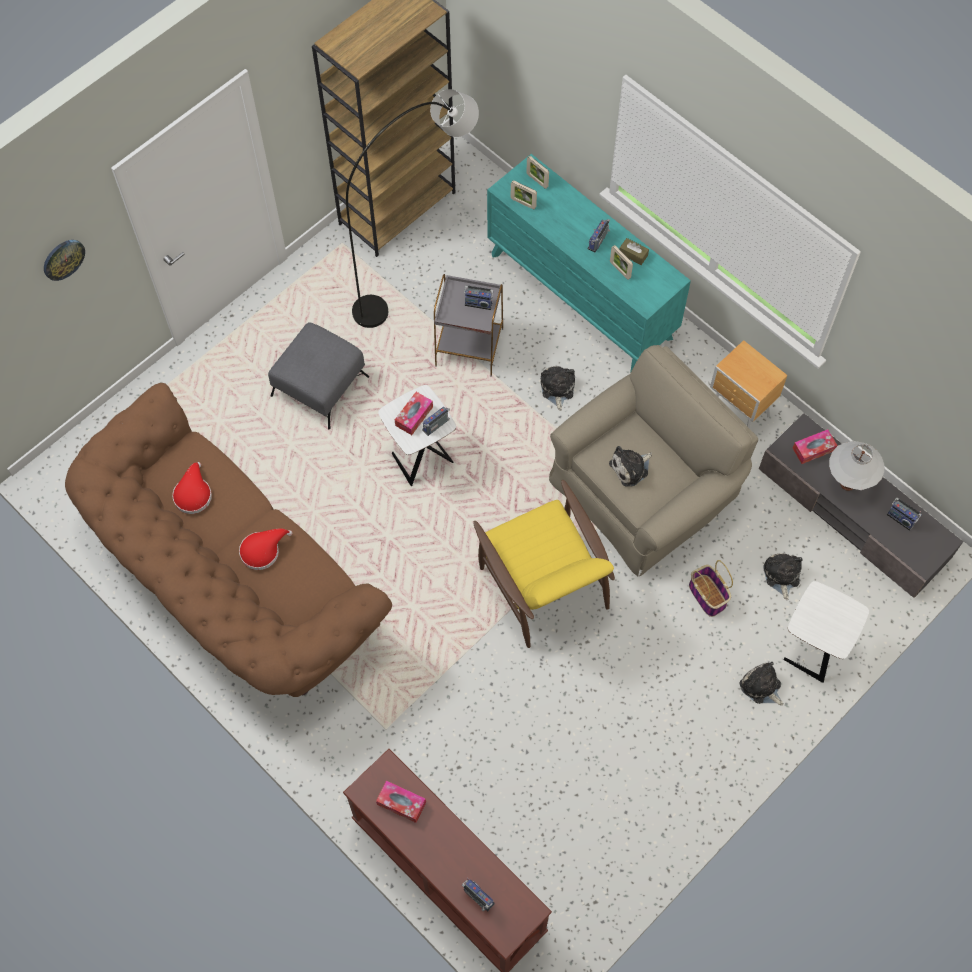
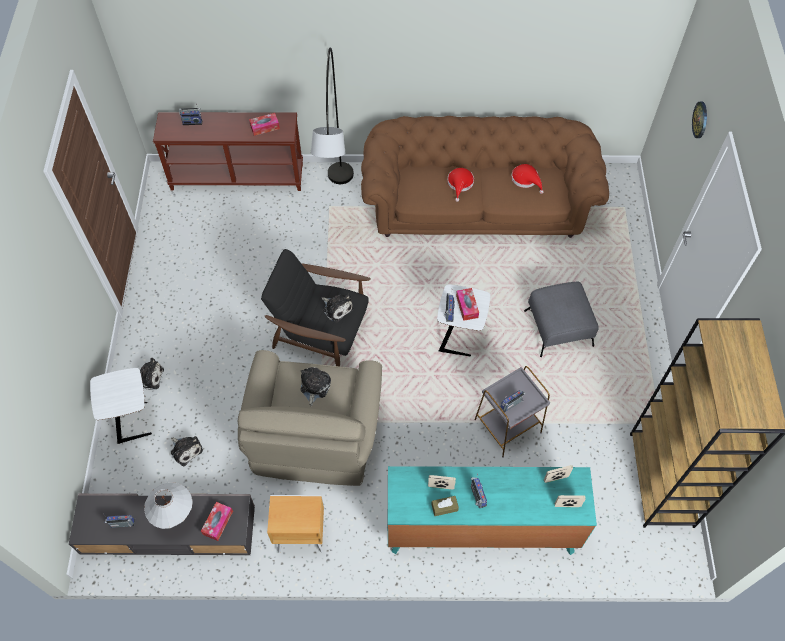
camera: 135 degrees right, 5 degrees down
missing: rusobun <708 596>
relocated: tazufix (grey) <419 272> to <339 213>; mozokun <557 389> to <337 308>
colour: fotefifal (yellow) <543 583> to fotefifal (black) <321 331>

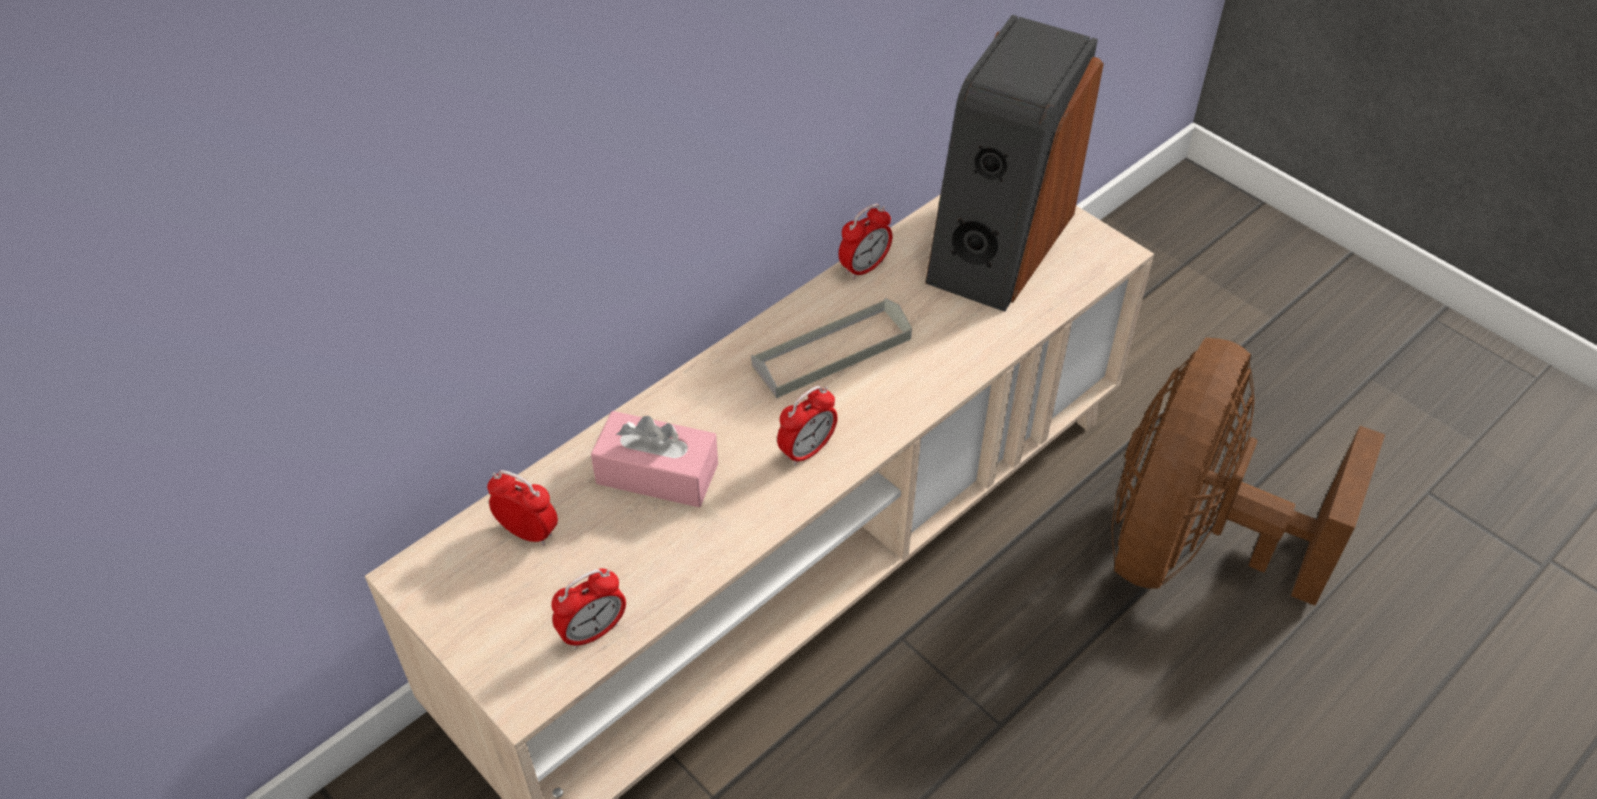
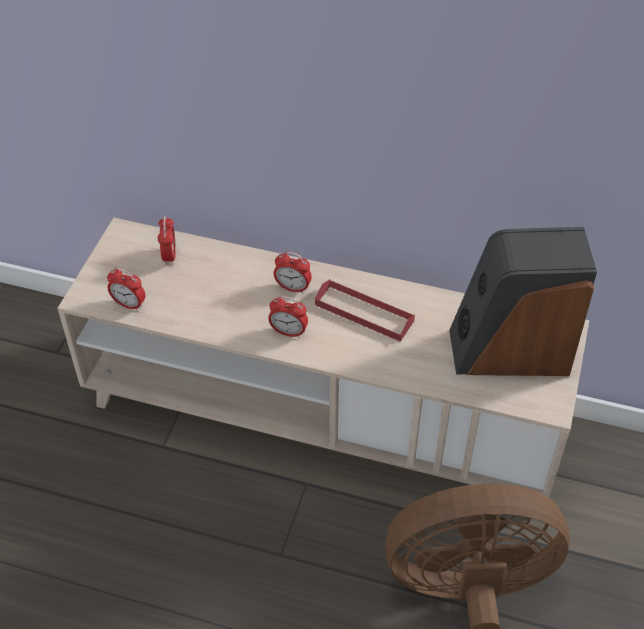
camera: 60 degrees right, 0 degrees up
missing: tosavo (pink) <657 473>
relocated: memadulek <864 268> to <293 288>
colour: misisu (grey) <832 352> to misisu (red) <364 313>

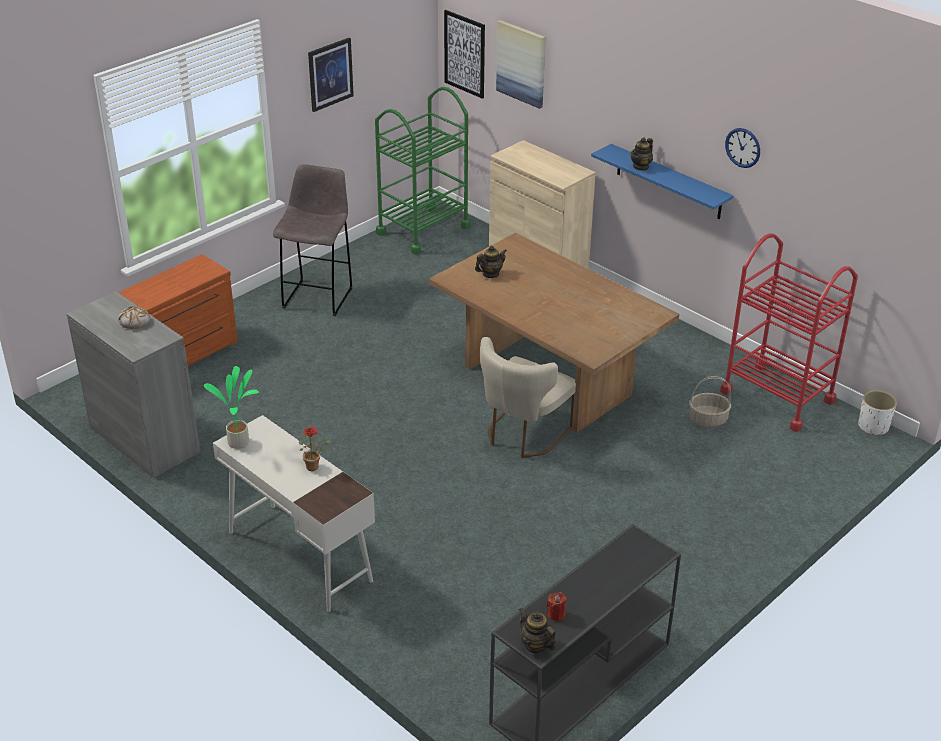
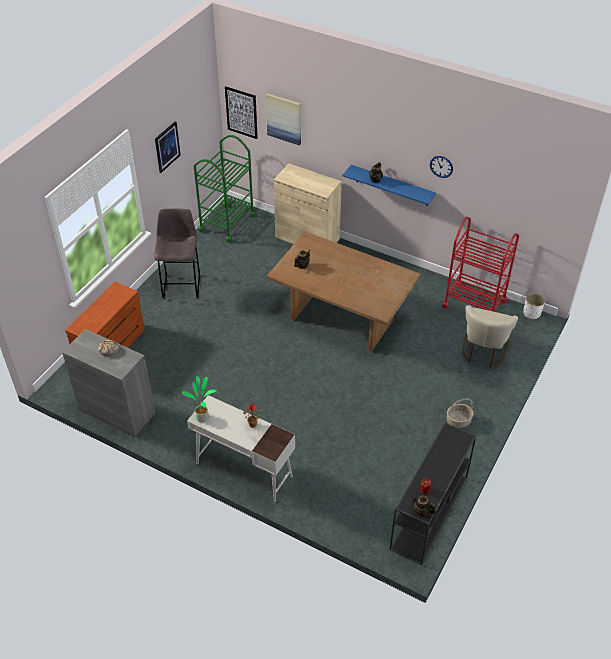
camera: 15 degrees left, 10 degrees up
relocated: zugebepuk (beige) <522 435> to <483 352>; rusobun <708 419> to <458 420>

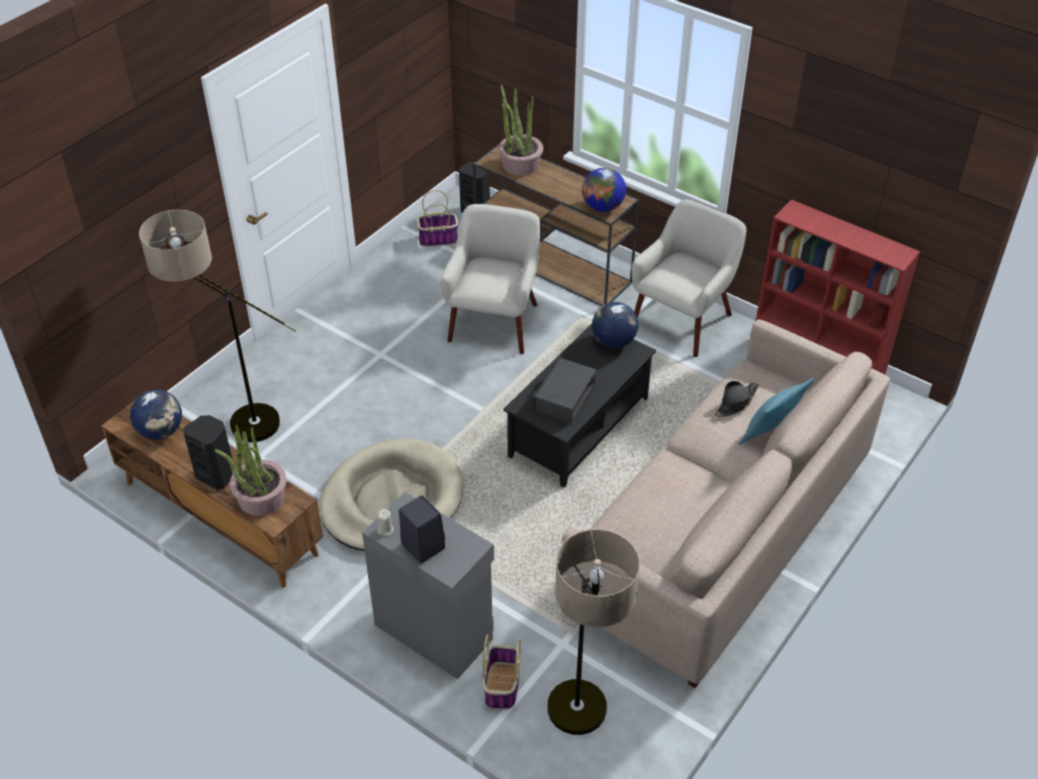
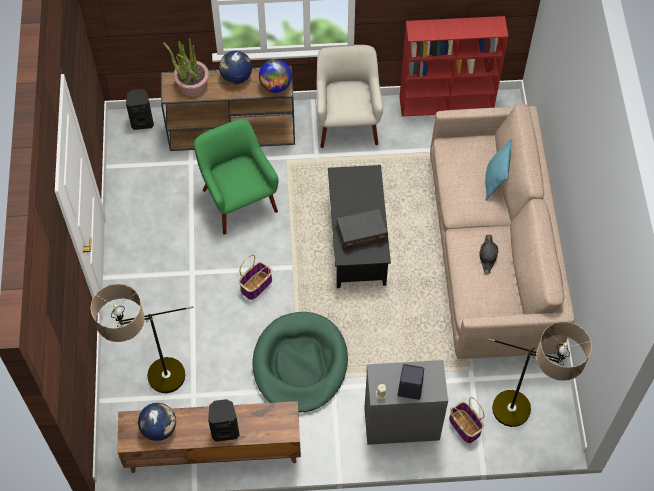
camera: 40 degrees left, 15 degrees up
missing: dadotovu <261 498>
relocated: rusobun <438 239> to <256 285>; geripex <613 341> to <236 77>; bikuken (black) <735 403> to <487 256>
colour: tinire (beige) <392 500> to tinire (green) <300 364>; fotefifal (beige) <495 321> to fotefifal (green) <238 200>
spun: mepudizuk <564 397> = <361 234> 90 degrees counterclockwise

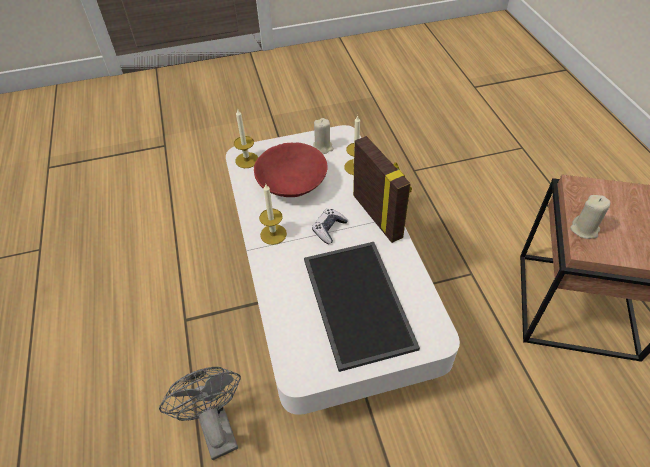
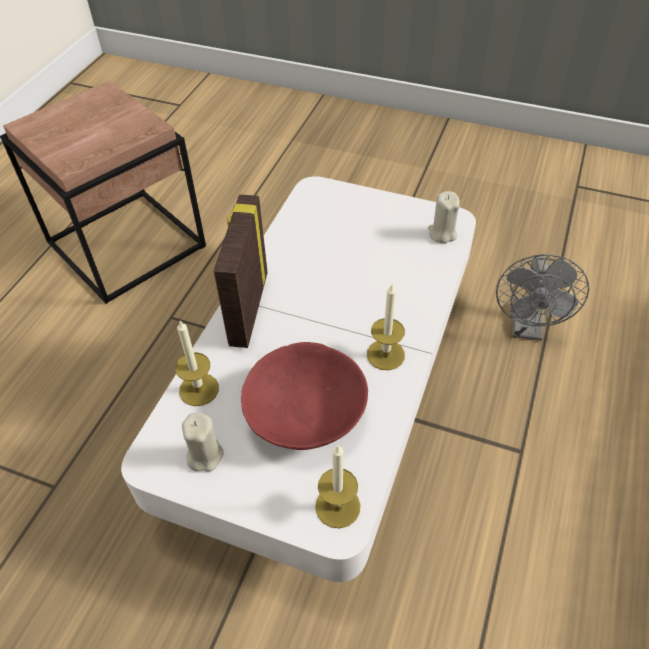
camera: 145 degrees left, 0 degrees up
missing: misisu <355 301>; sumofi <329 229>
relocated: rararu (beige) <584 229> to <442 233>

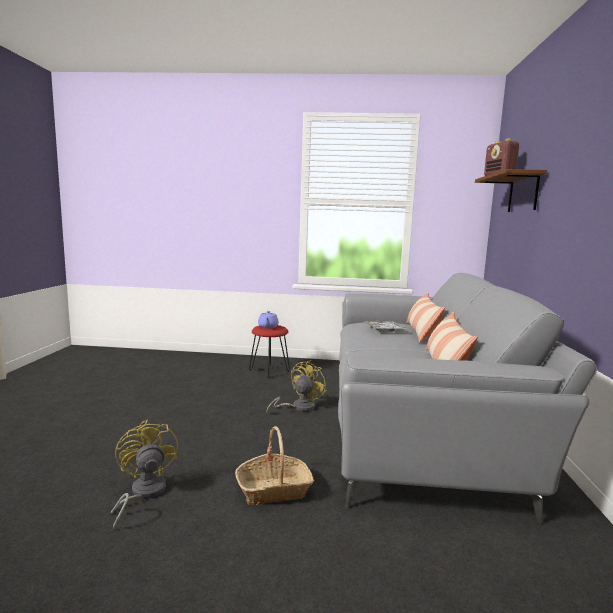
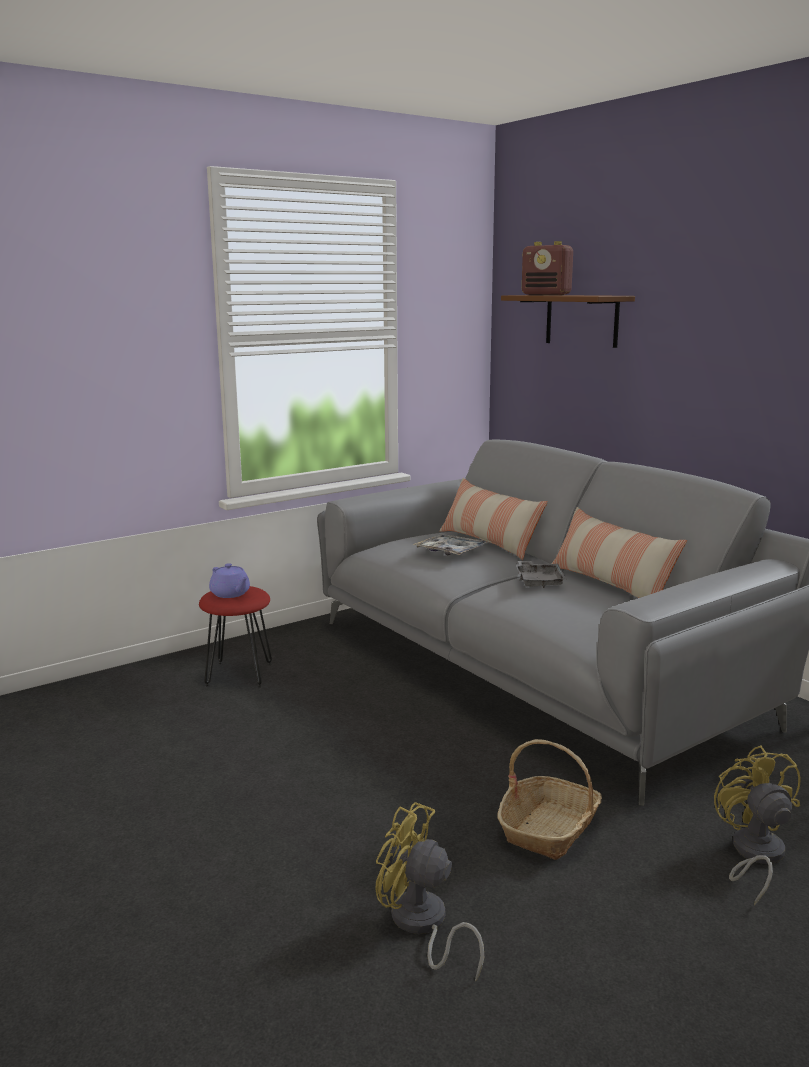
camera: 40 degrees left, 5 degrees up
appeared: misisu (grey) <538 581>
relocated: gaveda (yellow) <298 407> to <753 855>

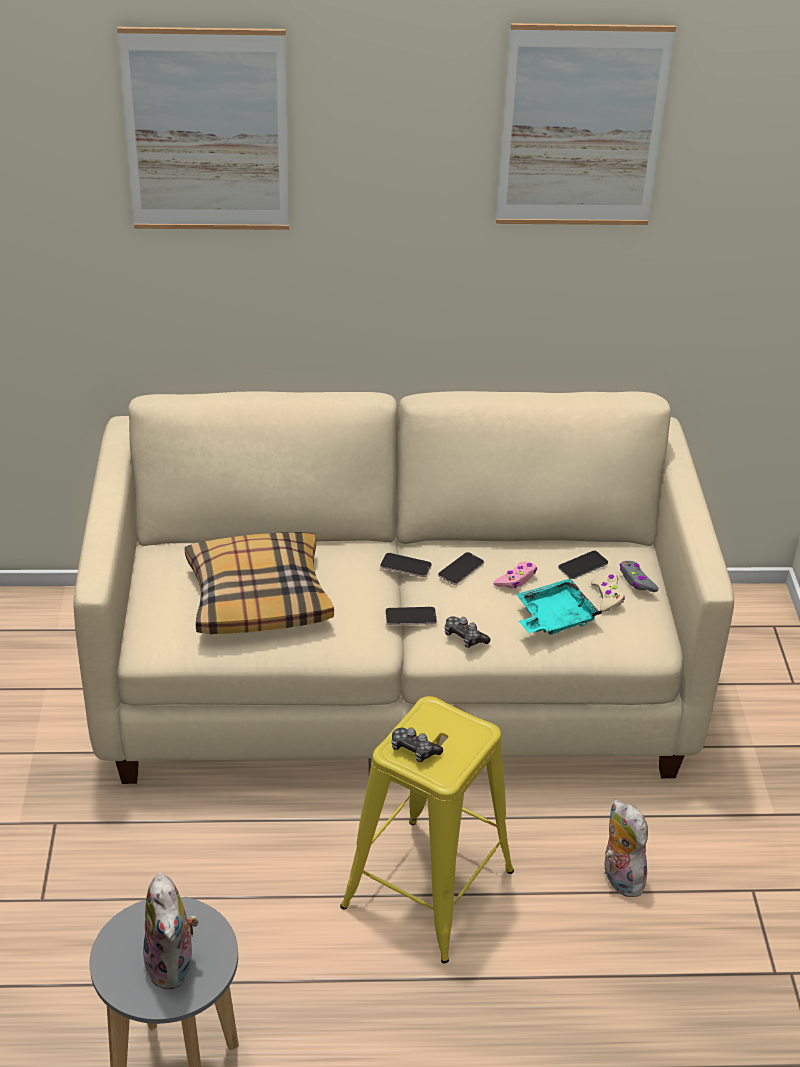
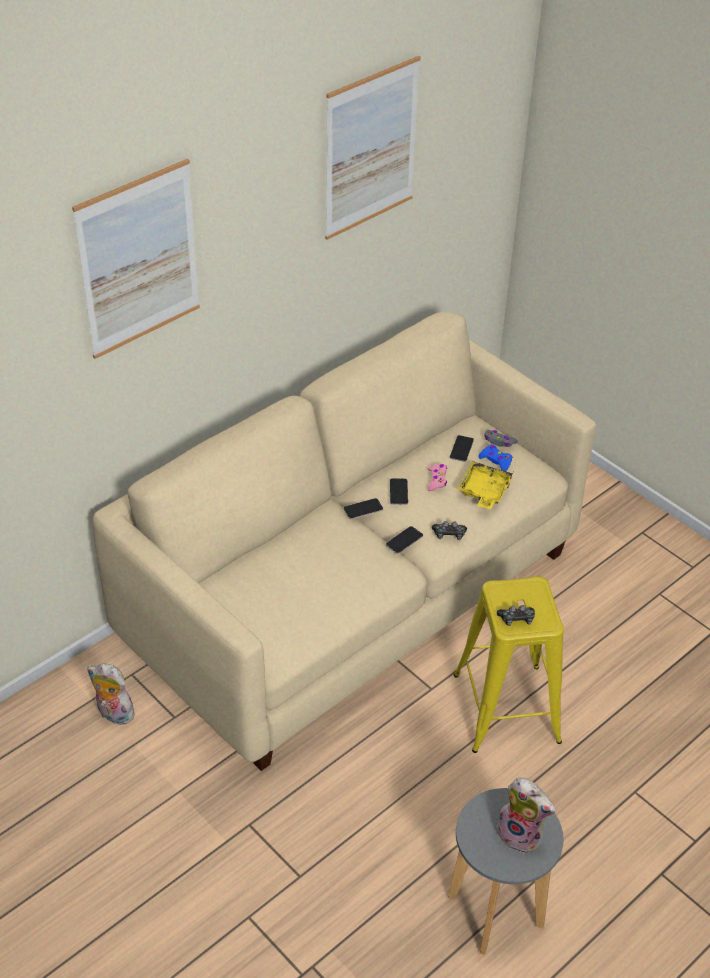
camera: 40 degrees left, 5 degrees up
missing: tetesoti <258 597>
relocated: mozokun <619 877> to <113 714>
colour: misisu (turquoise) <554 618> to misisu (yellow) <484 492>; sumofi (beige) <607 596> to sumofi (blue) <496 461>

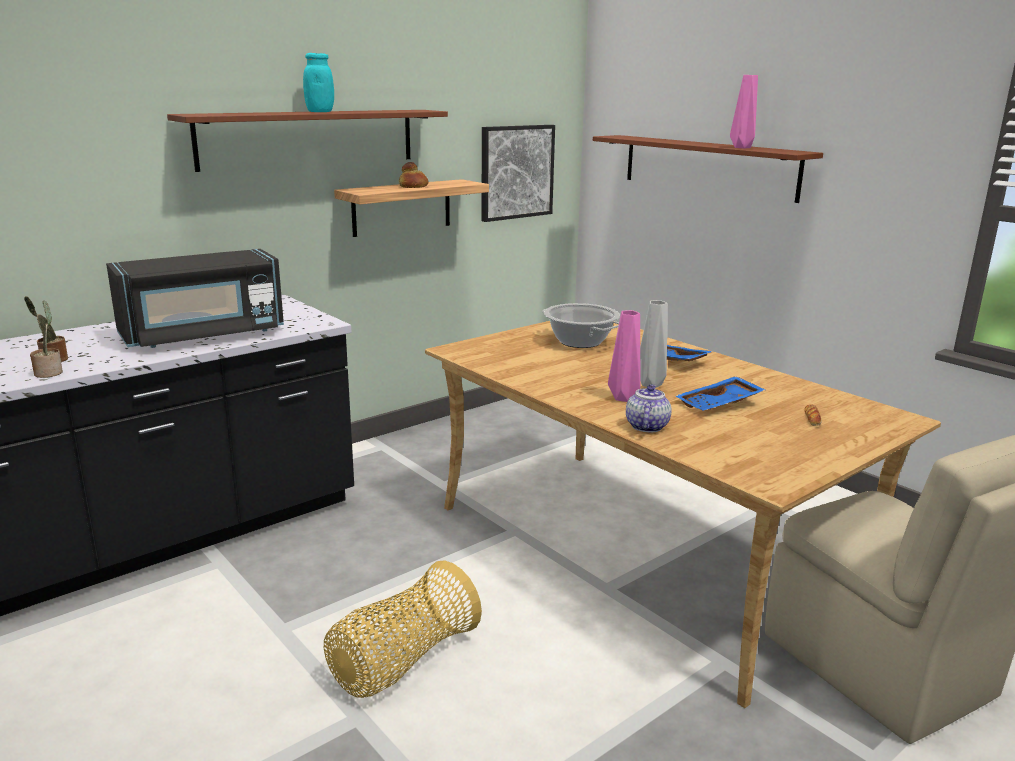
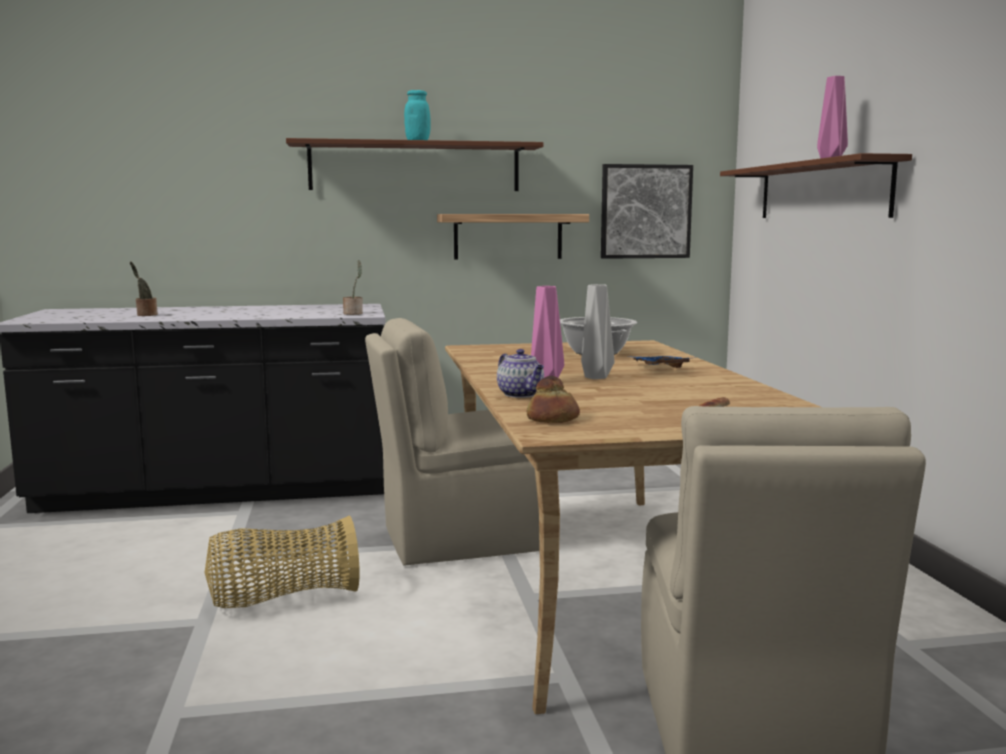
camera: 30 degrees right, 10 degrees down
missing: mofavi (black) <203 335>; misisu (blue) <720 404>
appeared: zugebepuk (beige) <459 539>
relocated: dadotovu <49 372> to <354 313>; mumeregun <413 186> to <553 418>
spun: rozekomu <646 426> = <521 395> 105 degrees clockwise

